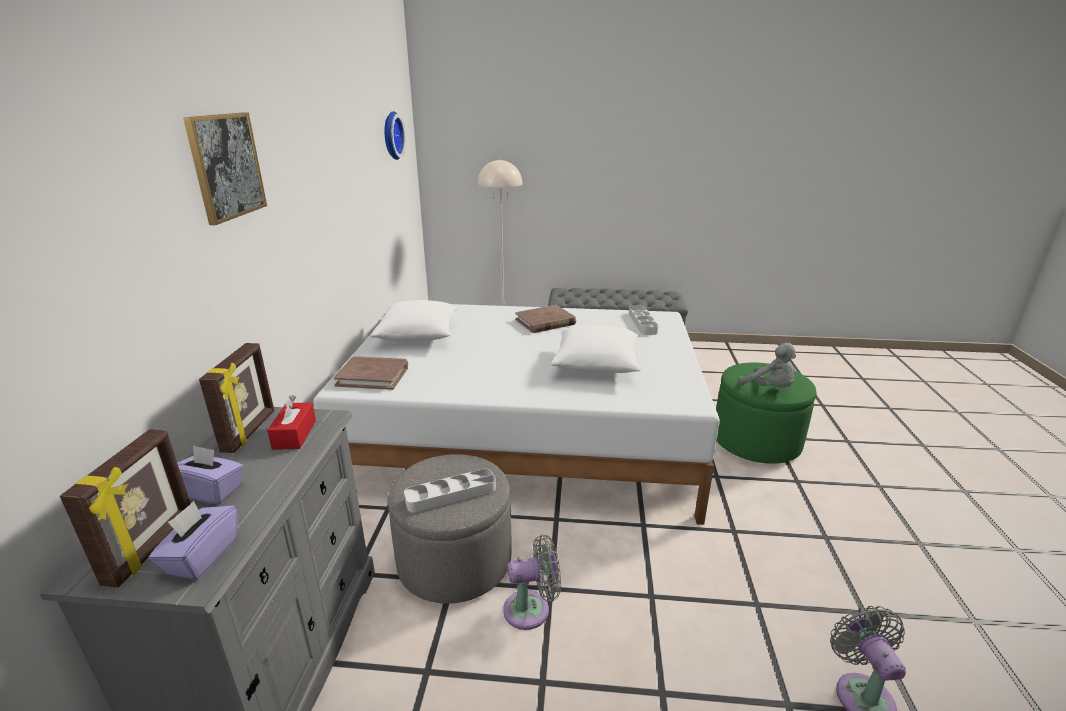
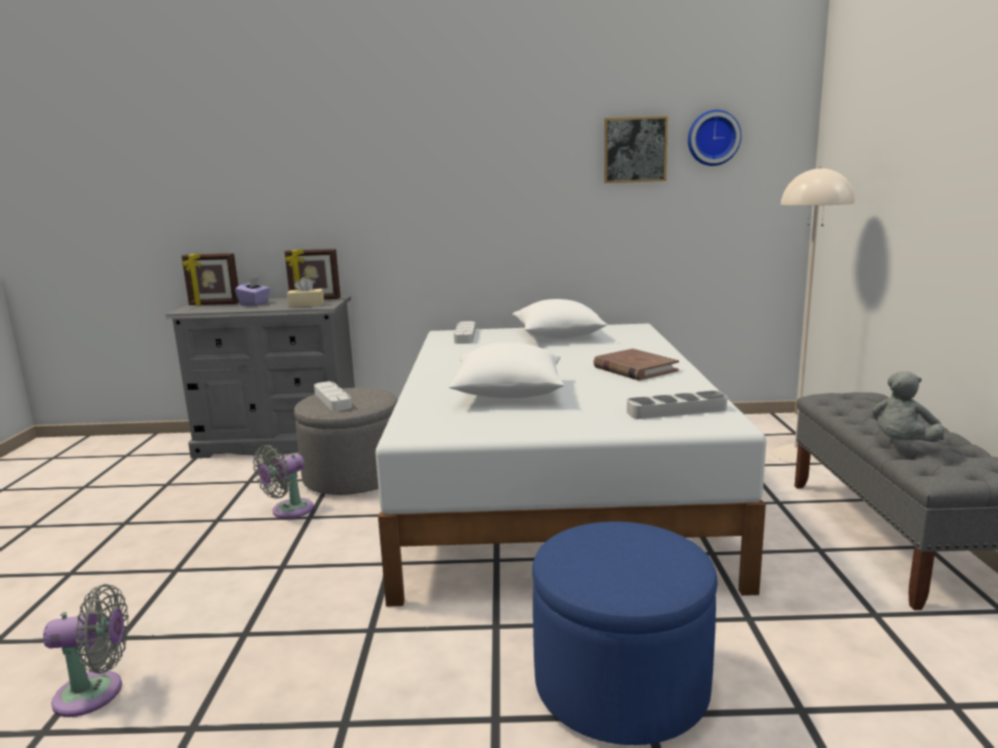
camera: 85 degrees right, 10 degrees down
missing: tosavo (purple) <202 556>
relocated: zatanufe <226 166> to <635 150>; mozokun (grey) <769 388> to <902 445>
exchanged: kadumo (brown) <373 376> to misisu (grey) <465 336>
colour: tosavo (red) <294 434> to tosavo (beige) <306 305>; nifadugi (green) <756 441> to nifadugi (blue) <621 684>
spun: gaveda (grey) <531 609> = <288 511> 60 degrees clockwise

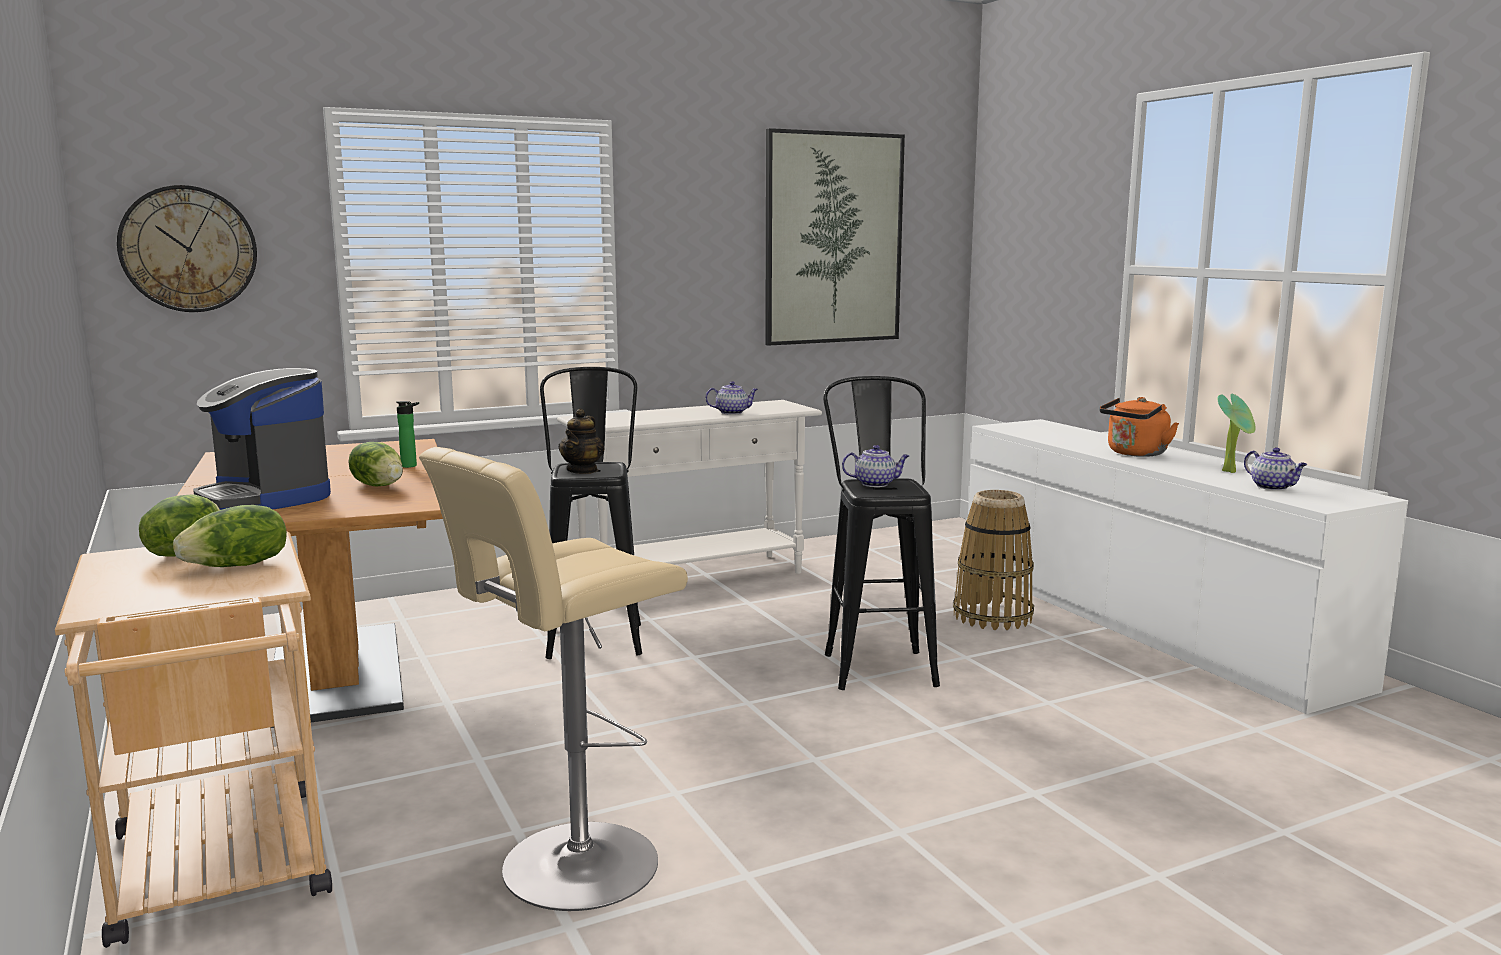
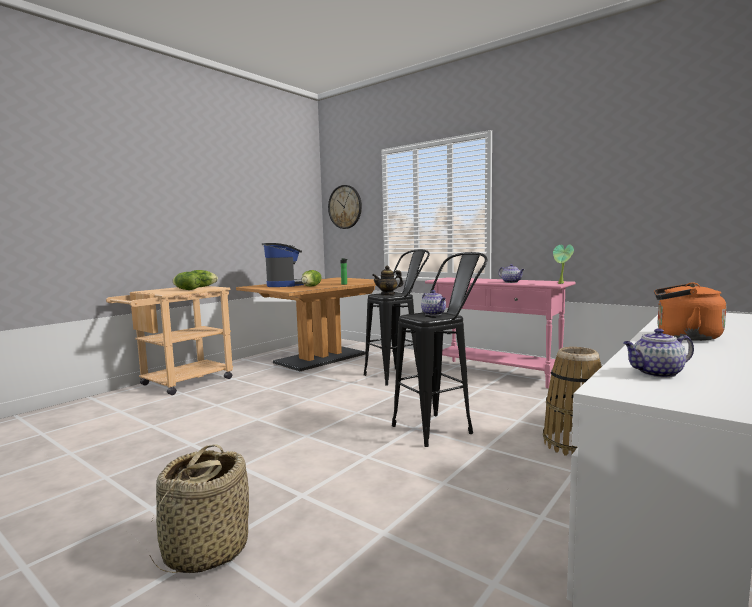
camera: 65 degrees right, 5 degrees down
missing: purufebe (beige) <570 869>; zatanufe <833 238>
appeared: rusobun <205 550>
relocated: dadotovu <1232 471> to <561 283>
colour: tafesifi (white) <694 578> to tafesifi (pink) <496 373>
spun: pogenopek <266 497> = <285 285> 150 degrees clockwise; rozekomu <1273 487> = <656 373> 45 degrees clockwise

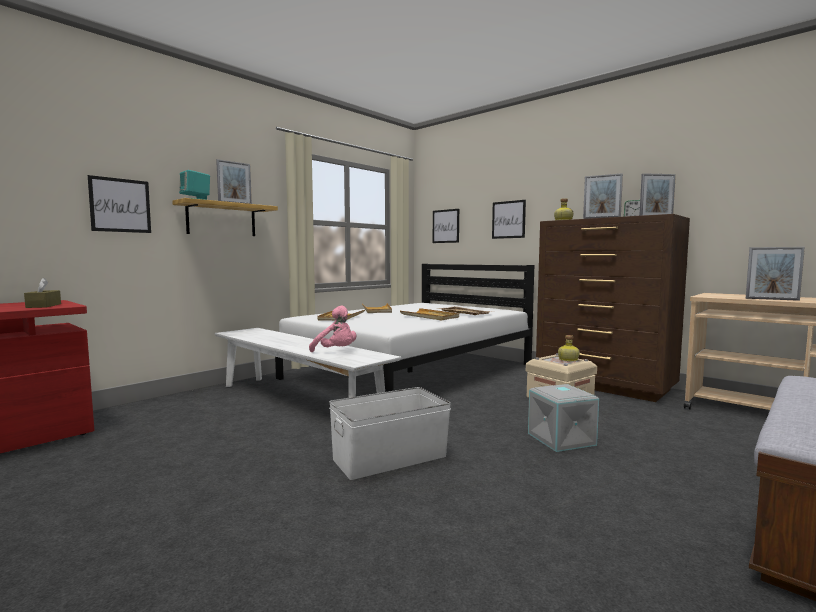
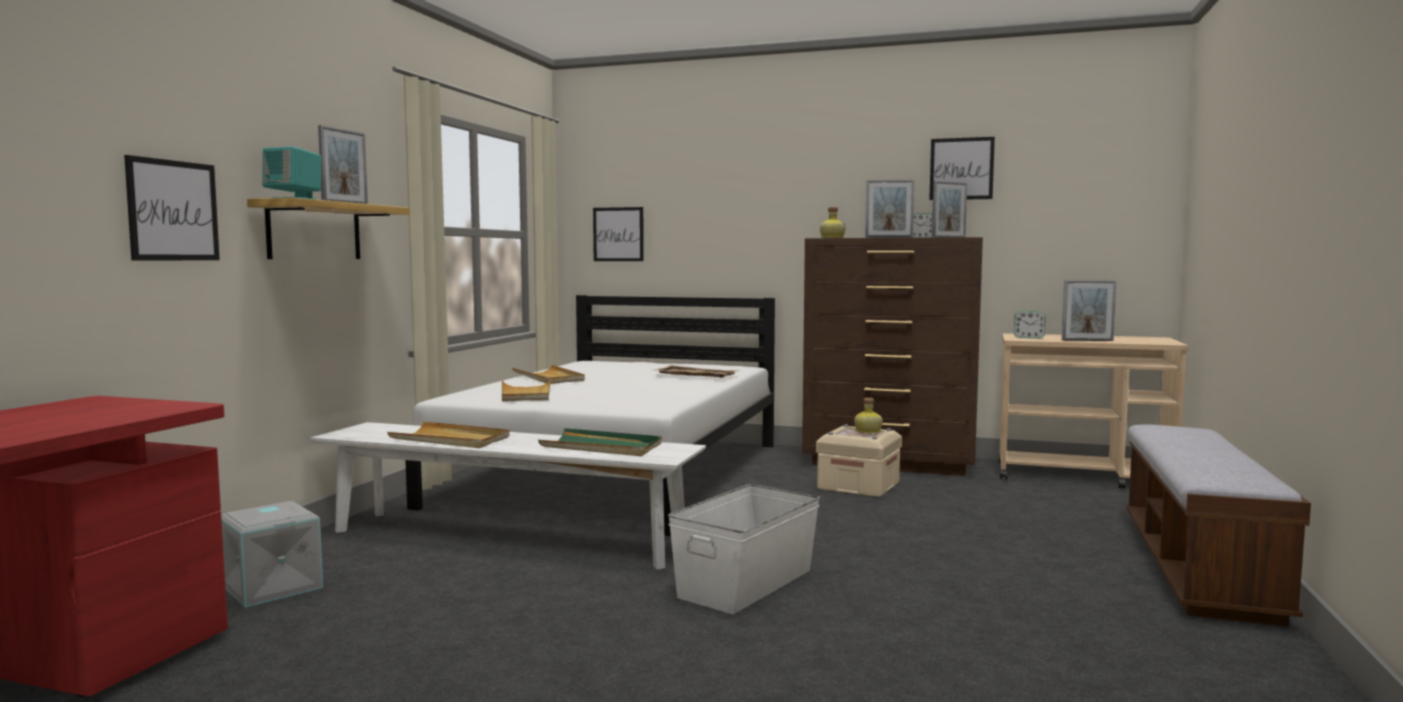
camera: 25 degrees left, 0 degrees up
missing: tosavo (brown) <43 306>
appeared: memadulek <1029 337>
relocated: misisu (beige) <429 316> to <450 440>; zatanufe <508 219> to <961 168>; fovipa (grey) <560 439> to <270 587>
exchanged: mozokun (pink) <336 351> to misisu (green) <602 447>

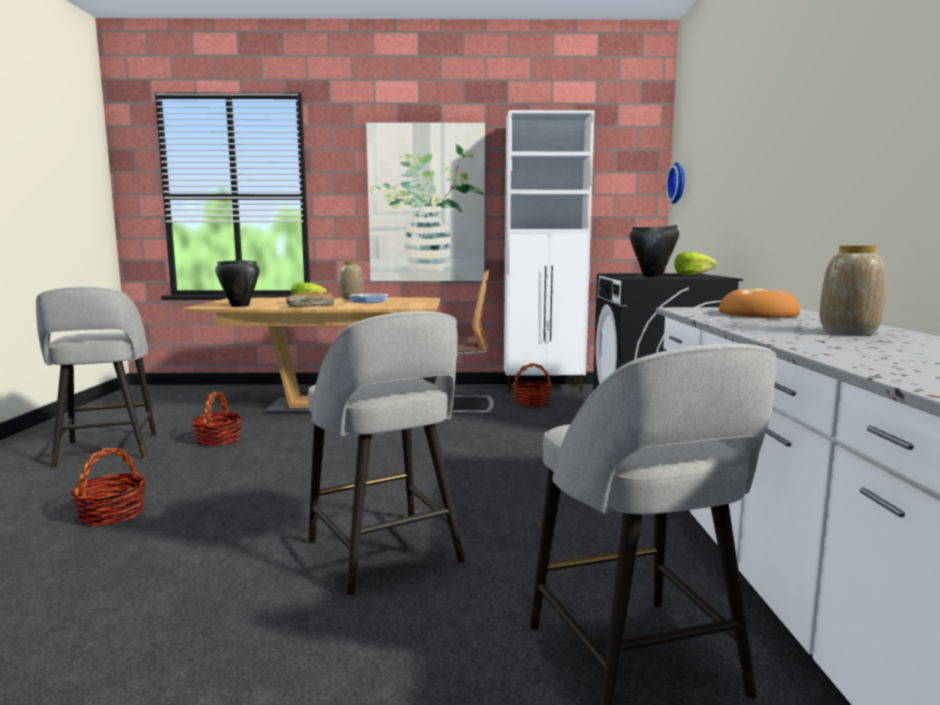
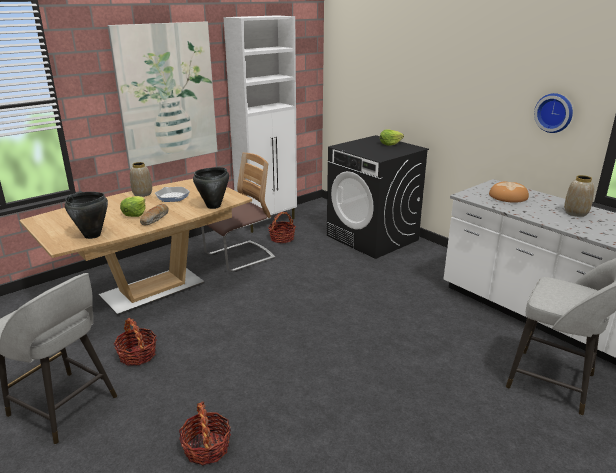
camera: 40 degrees left, 15 degrees up
missing: purufebe (grey) <386 554>
relocated: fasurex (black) <652 276> to <214 206>; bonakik <678 183> to <554 112>

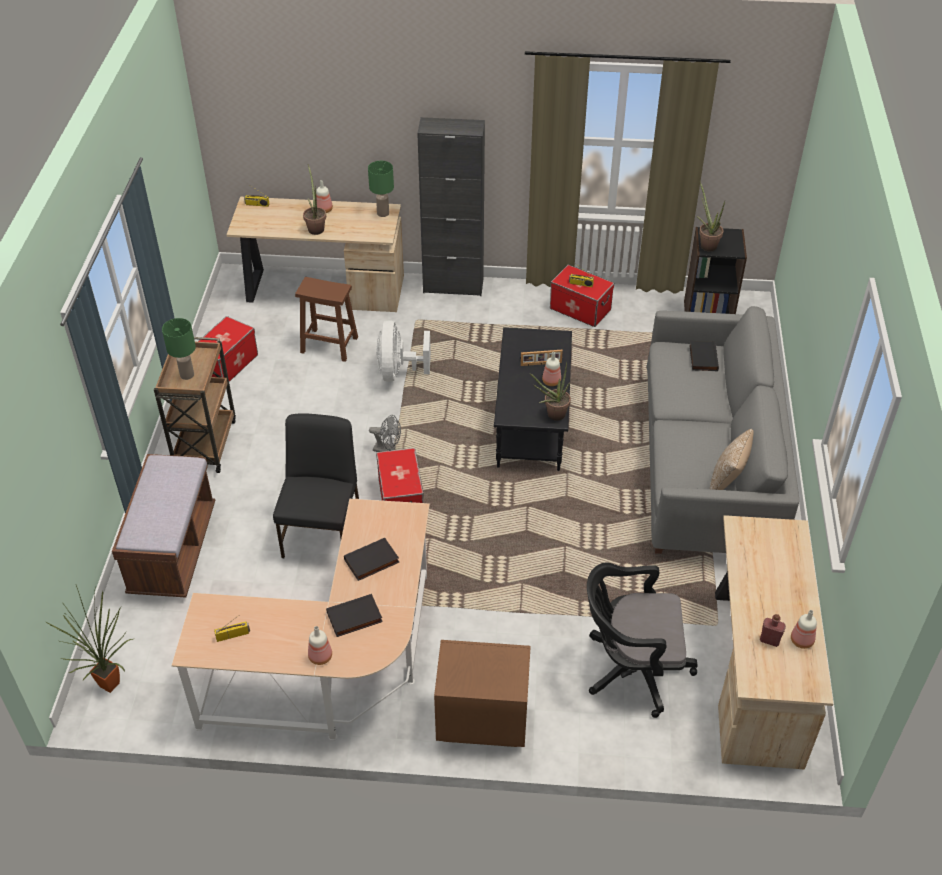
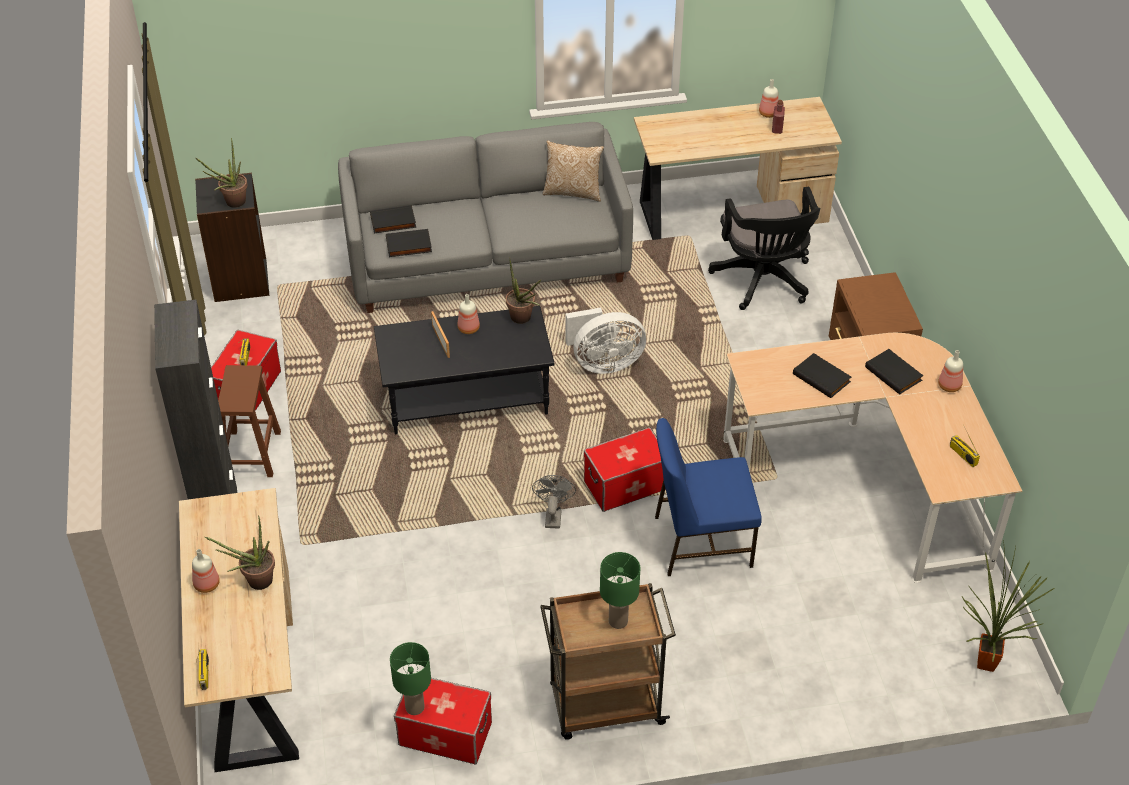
camera: 105 degrees left, 0 degrees up
missing: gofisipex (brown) <173 551>
appeared: kadumo (black) <408 246>
relocated: purufebe (brown) <328 345> to <252 454>; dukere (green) <383 213> to <415 707>; gaveda (white) <398 372> to <603 363>
colour: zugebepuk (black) <323 532> to zugebepuk (blue) <700 541>

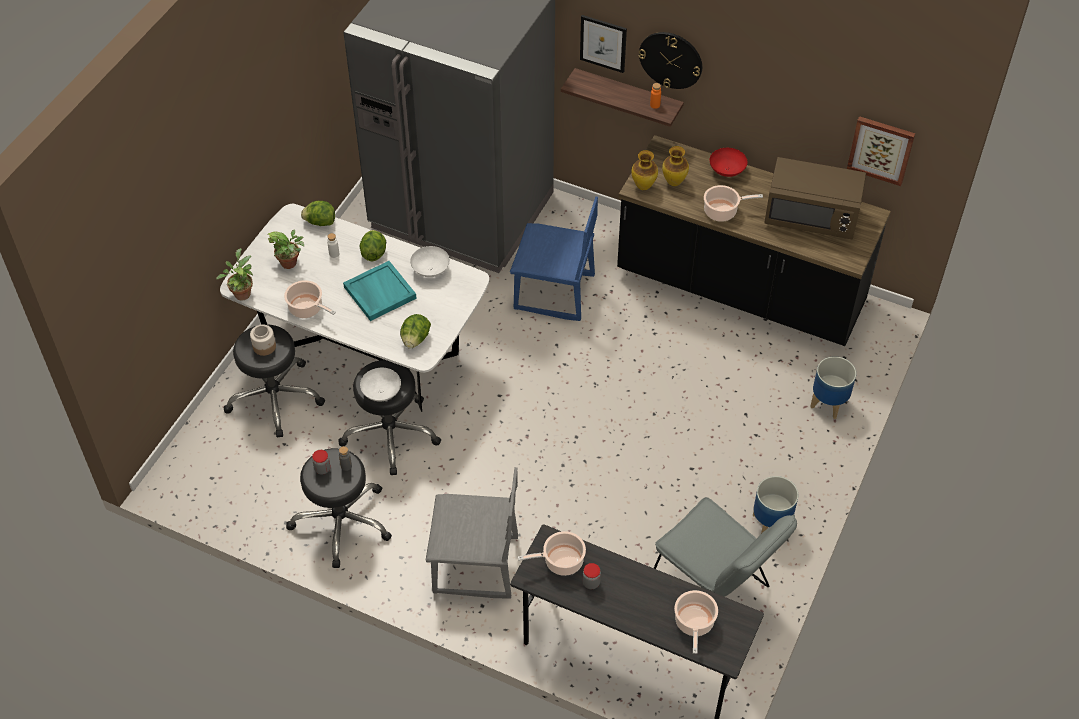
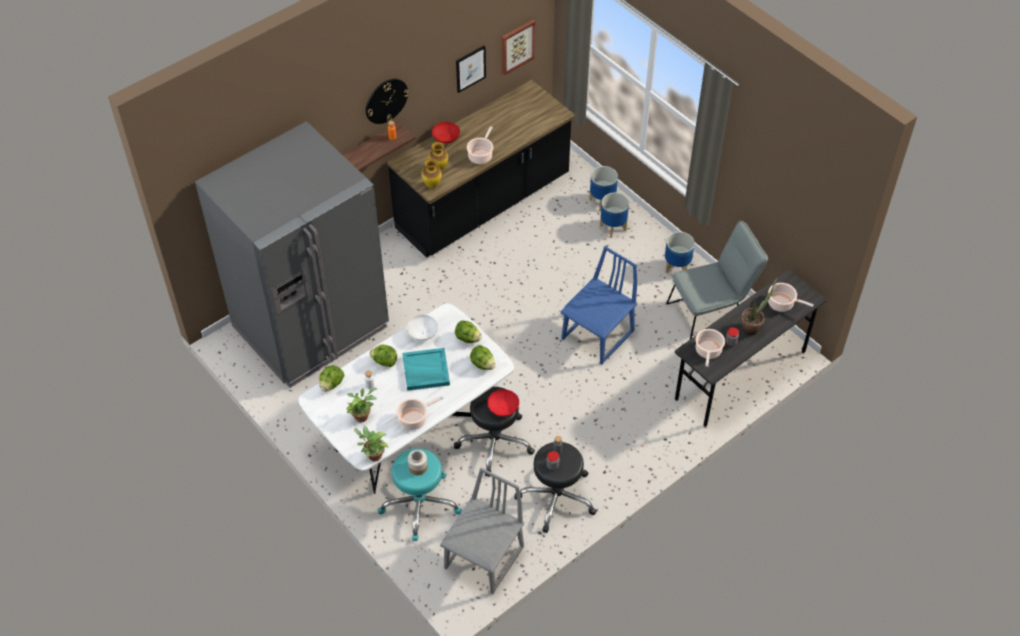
camera: 65 degrees left, 0 degrees up
missing: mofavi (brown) <811 217>
appeared: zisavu <467 338>; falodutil <613 227>; dadotovu <753 327>
relocated: zugebepuk (grey) <475 566> to <485 558>; zugebepuk (blue) <554 293> to <598 336>; zatanufe <603 43> to <470 68>
colour: purufebe (black) <275 397> to purufebe (turquoise) <419 504>; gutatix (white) <382 393> to gutatix (red) <503 409>

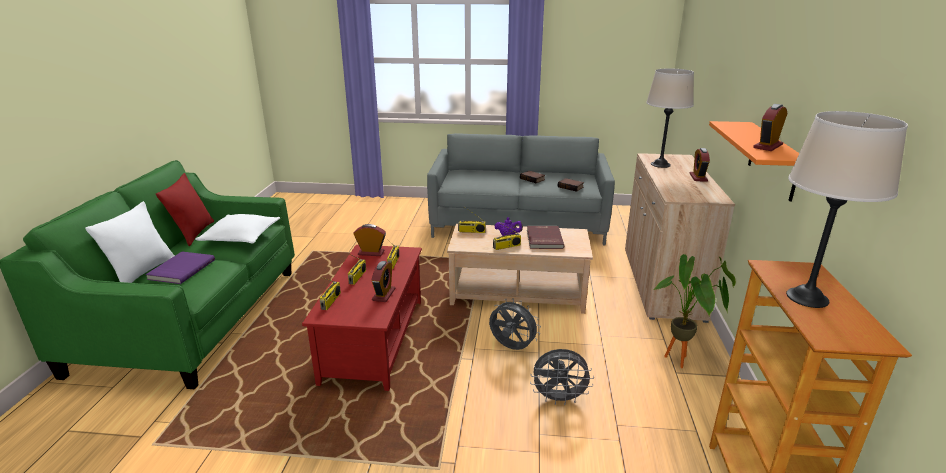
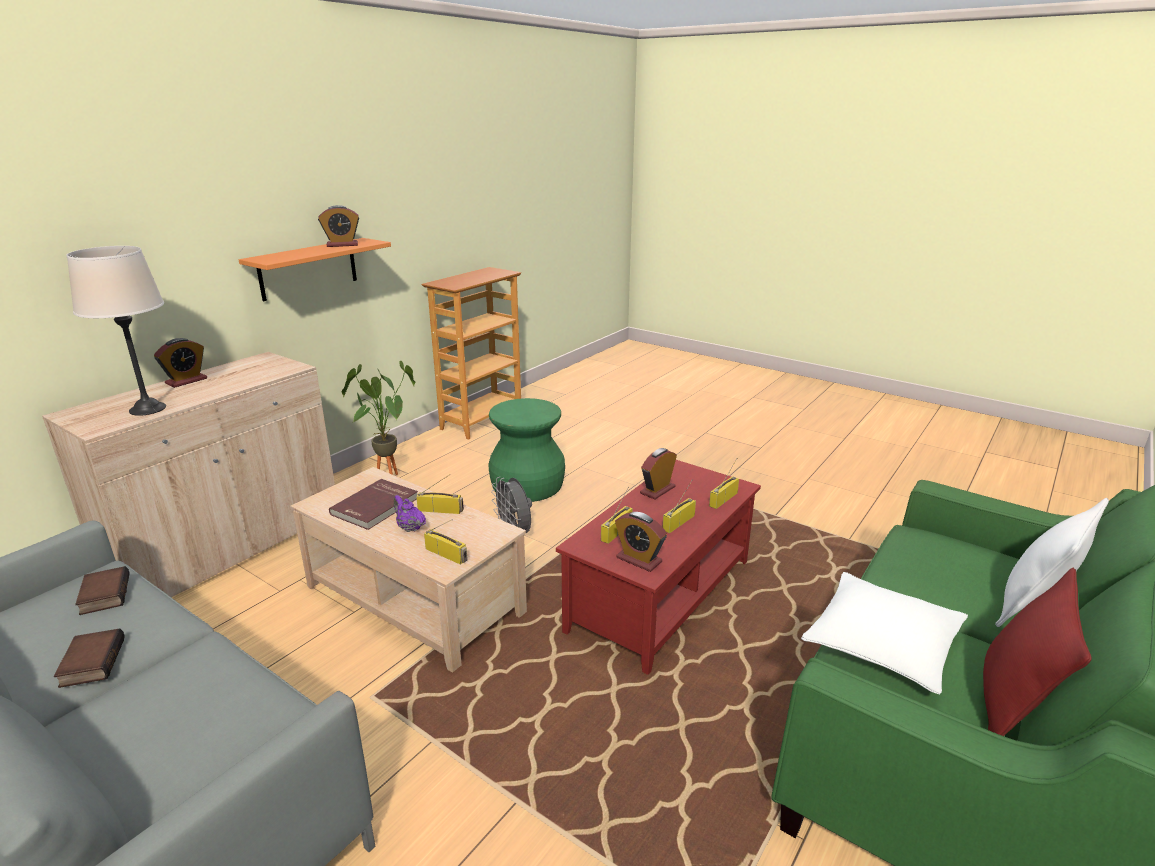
camera: 150 degrees left, 0 degrees up
missing: kadumo (purple) <181 269>; dukere (beige) <807 298>
exchanged: gaveda (grey) <559 399> to purufebe (green) <526 486>

